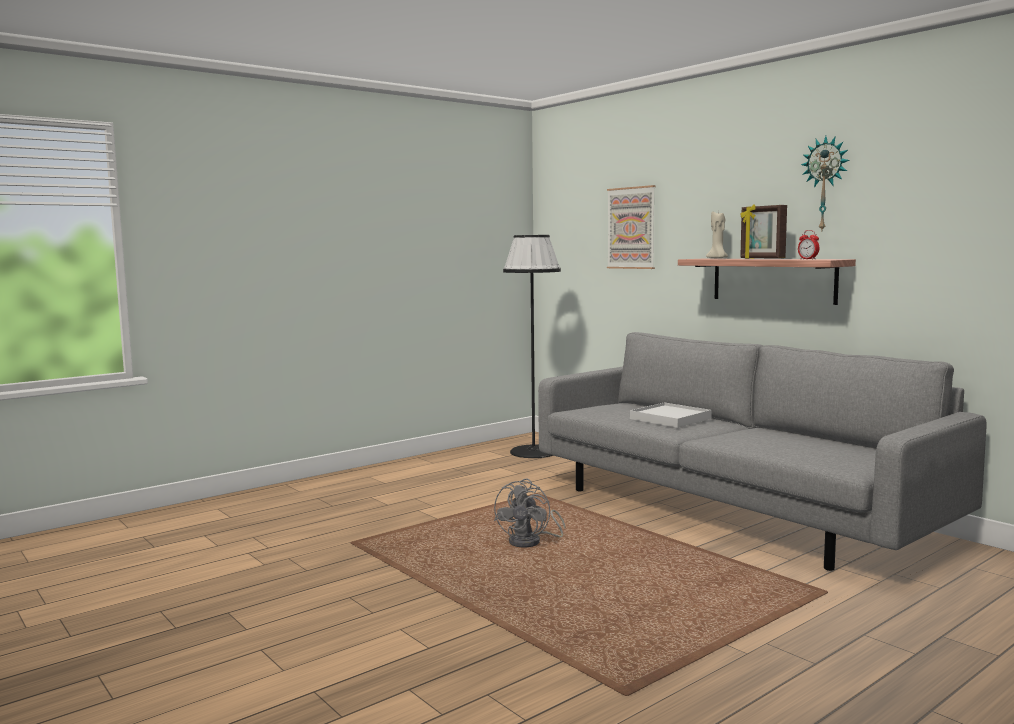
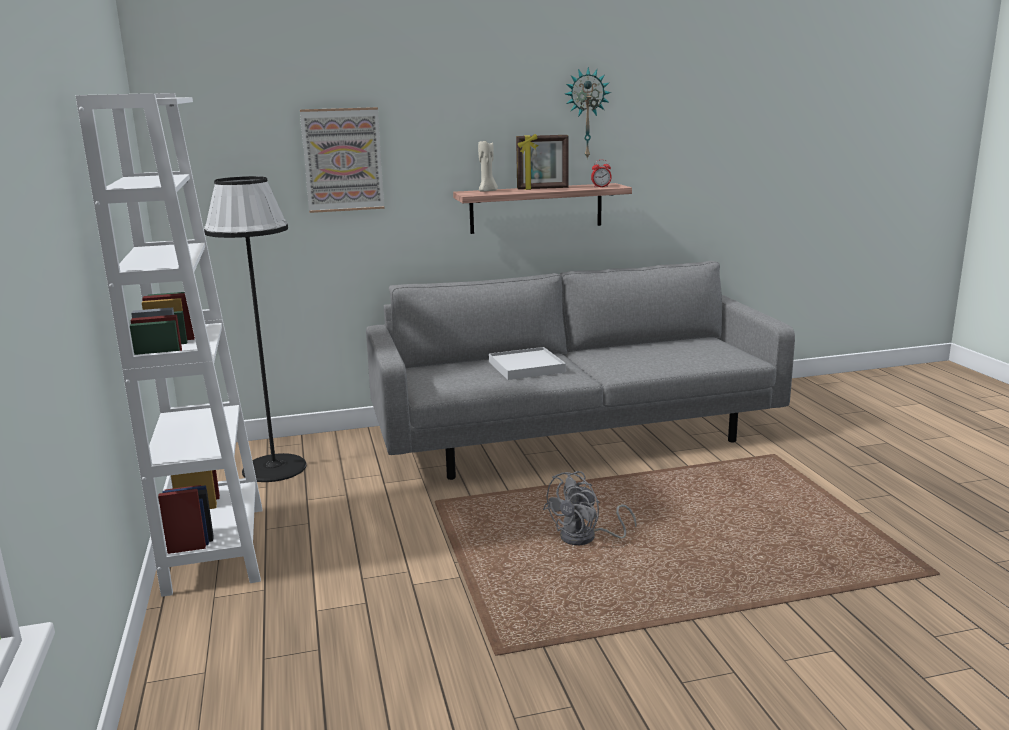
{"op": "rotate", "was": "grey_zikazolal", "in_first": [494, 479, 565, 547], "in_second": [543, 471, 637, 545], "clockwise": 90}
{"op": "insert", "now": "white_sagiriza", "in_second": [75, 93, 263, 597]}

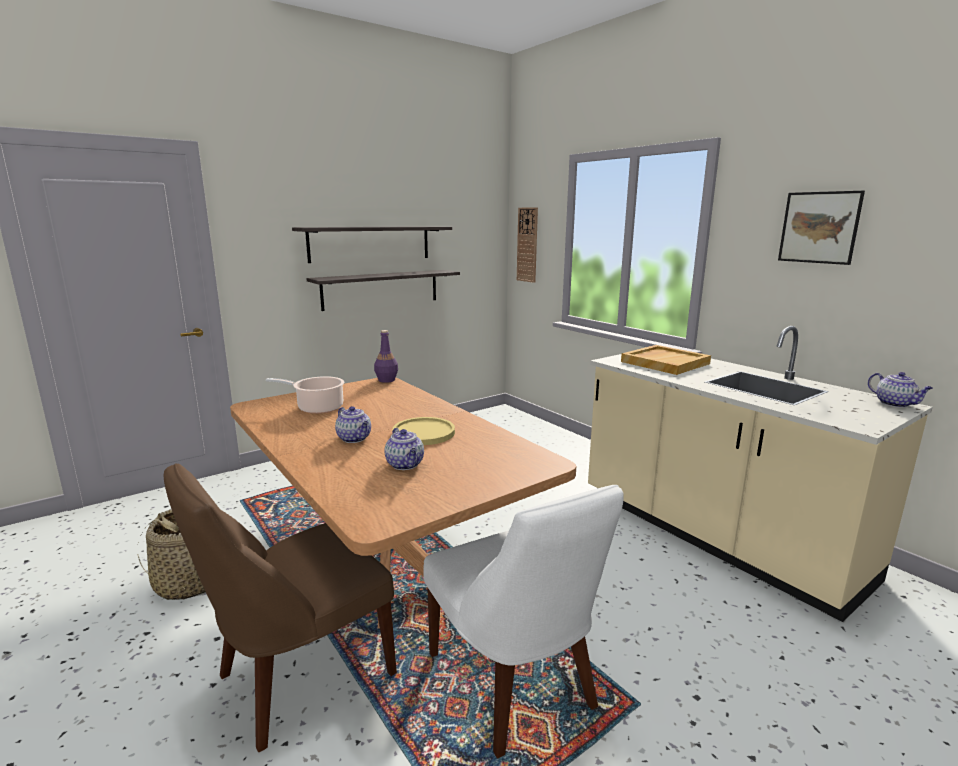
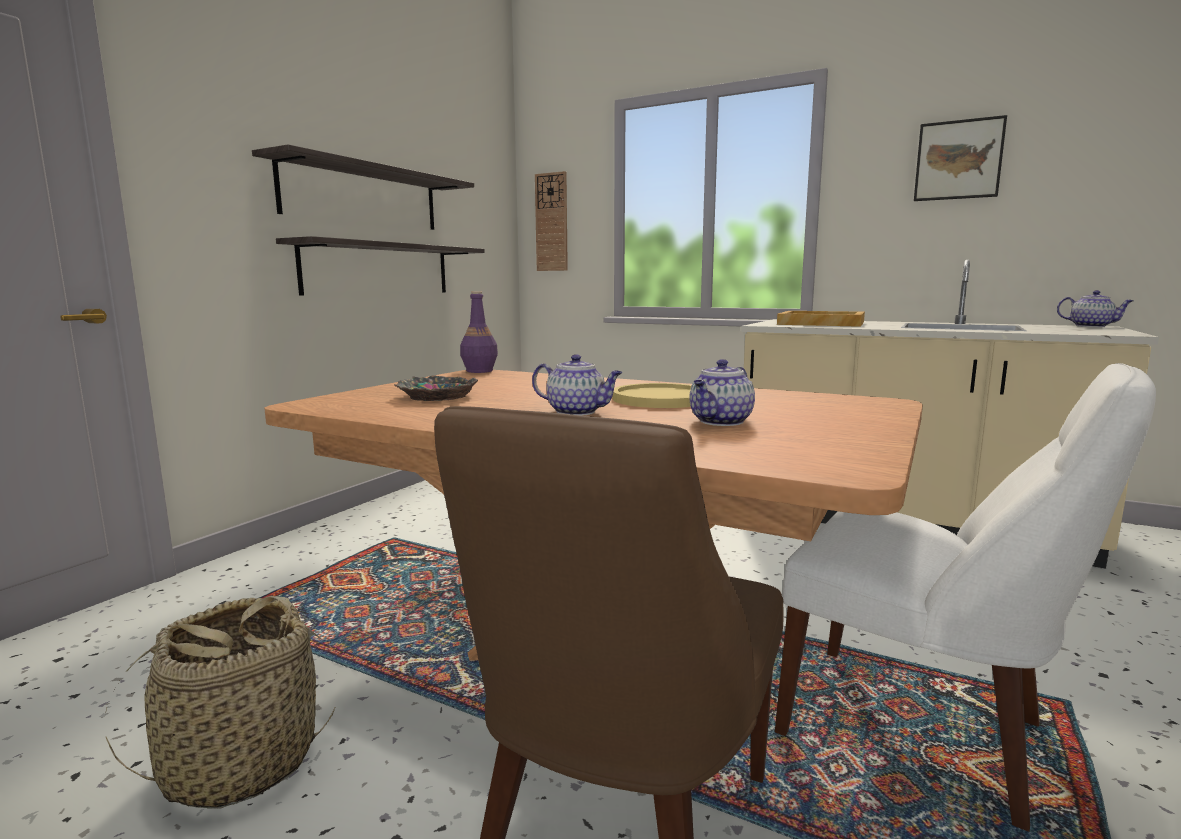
{"op": "replace", "was": "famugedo", "now": "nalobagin", "in_first": [266, 376, 344, 414], "in_second": [394, 375, 478, 401]}
{"op": "rotate", "was": "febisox", "in_first": [384, 428, 424, 470], "in_second": [690, 359, 755, 426], "clockwise": 90}

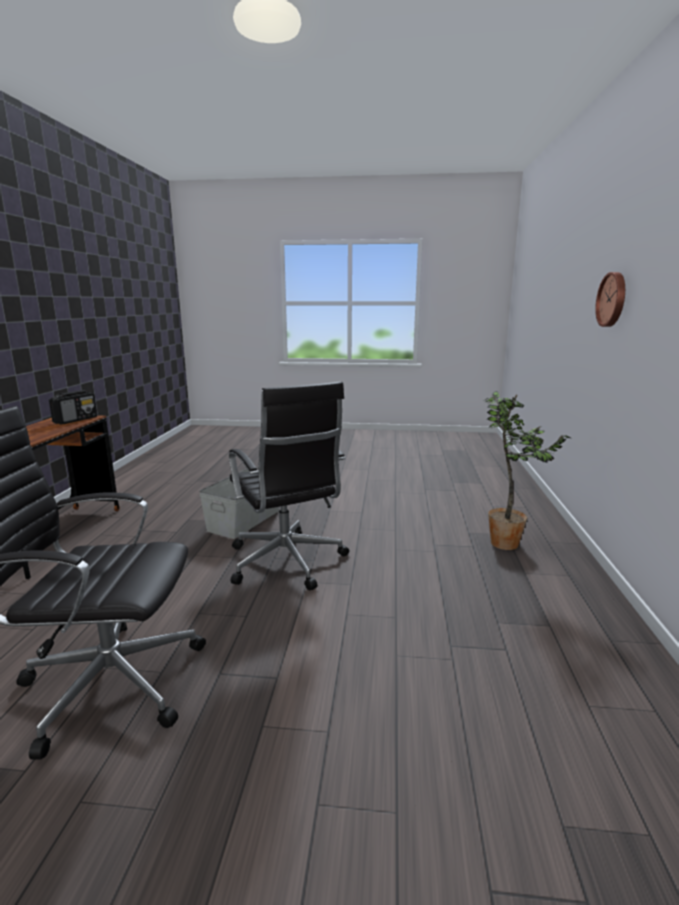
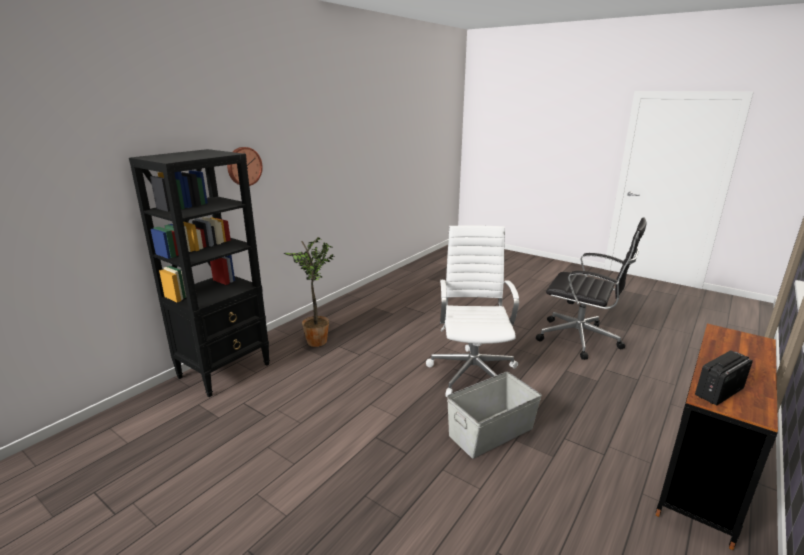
{"op": "recolor", "was": "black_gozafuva", "now": "white_gozafuva", "in_first": [229, 382, 349, 591], "in_second": [426, 225, 519, 397]}
{"op": "insert", "now": "black_sagiriza", "in_second": [129, 149, 270, 397]}

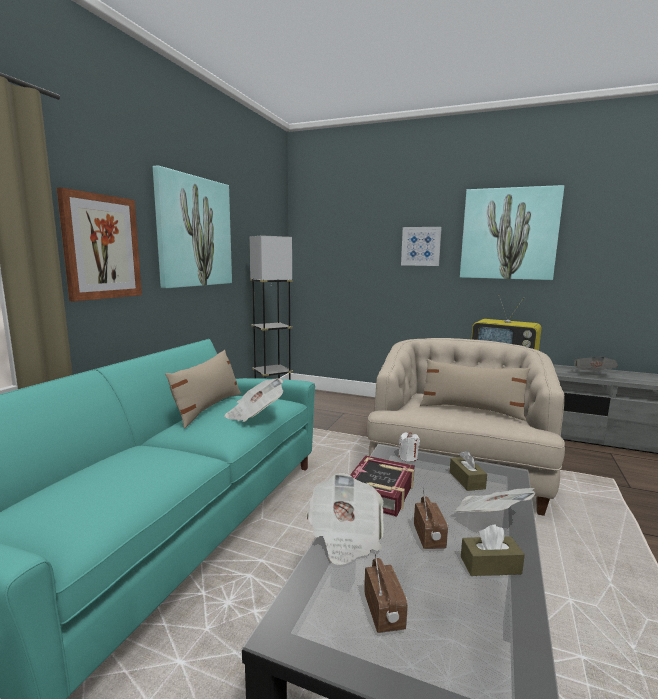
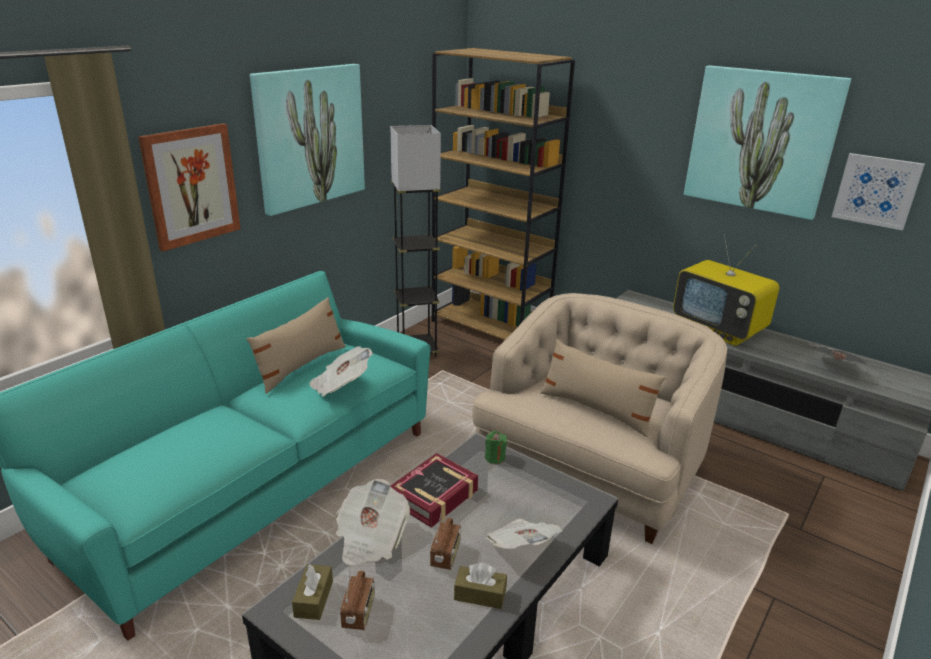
{"op": "recolor", "was": "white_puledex", "now": "green_puledex", "in_first": [399, 432, 420, 462], "in_second": [485, 431, 507, 464]}
{"op": "move", "was": "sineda", "in_first": [401, 227, 442, 266], "in_second": [832, 153, 925, 231]}
{"op": "move", "was": "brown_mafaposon", "in_first": [450, 450, 487, 491], "in_second": [292, 564, 333, 620]}
{"op": "insert", "now": "brown_sagiriza", "in_second": [432, 48, 575, 340]}

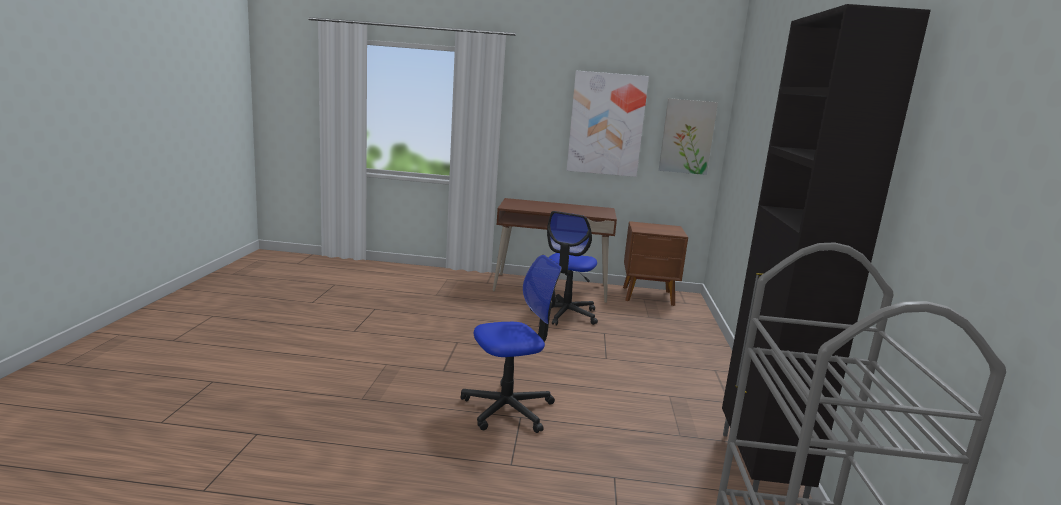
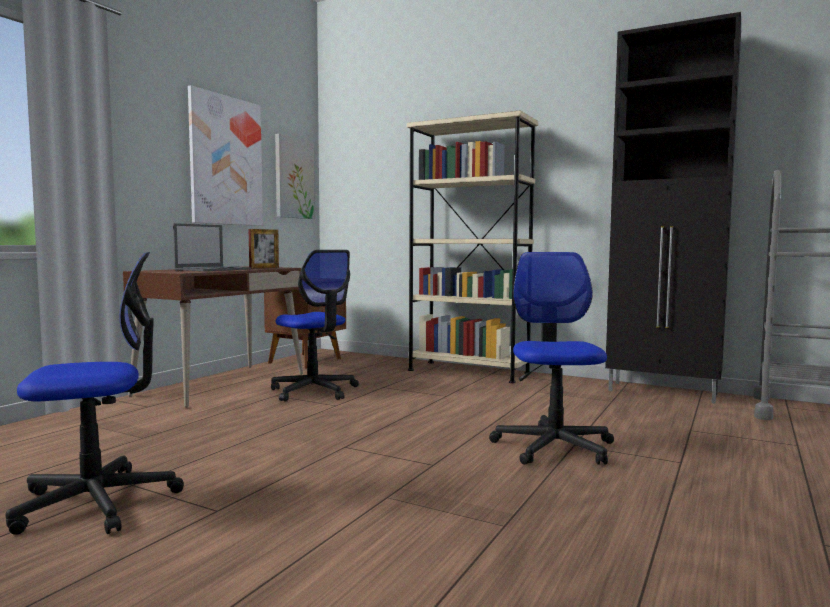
{"op": "insert", "now": "gozafuva", "in_second": [6, 252, 184, 535]}
{"op": "insert", "now": "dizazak", "in_second": [173, 223, 251, 271]}
{"op": "insert", "now": "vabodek", "in_second": [248, 229, 279, 268]}
{"op": "insert", "now": "beige_sagiriza", "in_second": [407, 110, 538, 383]}

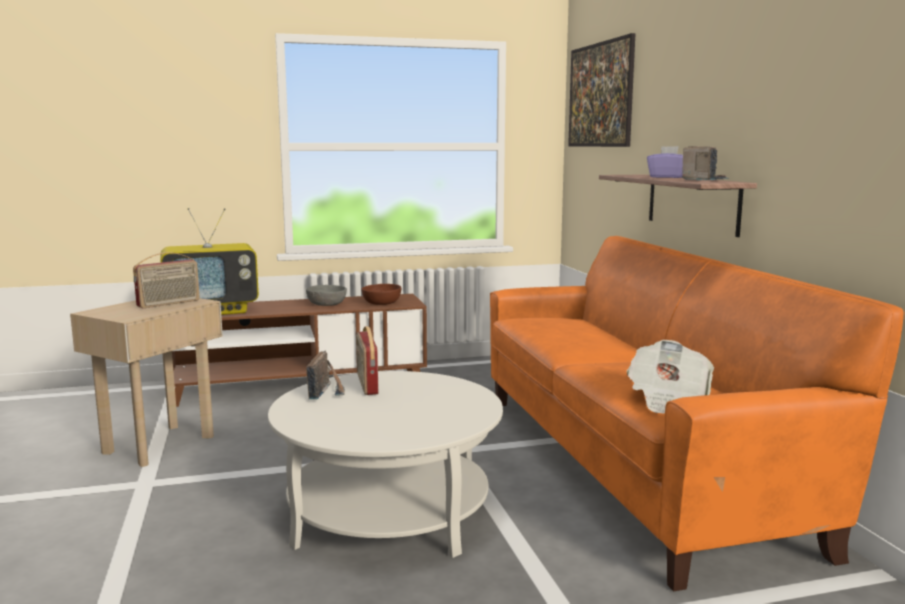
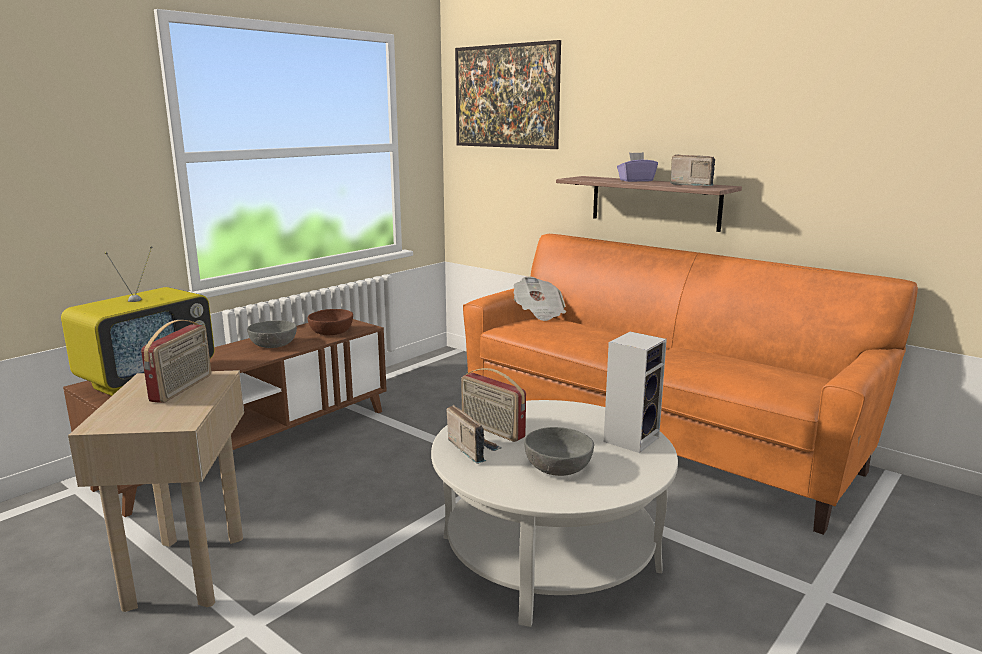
{"op": "move", "was": "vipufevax", "in_first": [627, 340, 714, 413], "in_second": [513, 276, 566, 321]}
{"op": "insert", "now": "grey_nalobagin", "in_second": [524, 427, 594, 476]}
{"op": "insert", "now": "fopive", "in_second": [604, 332, 667, 453]}

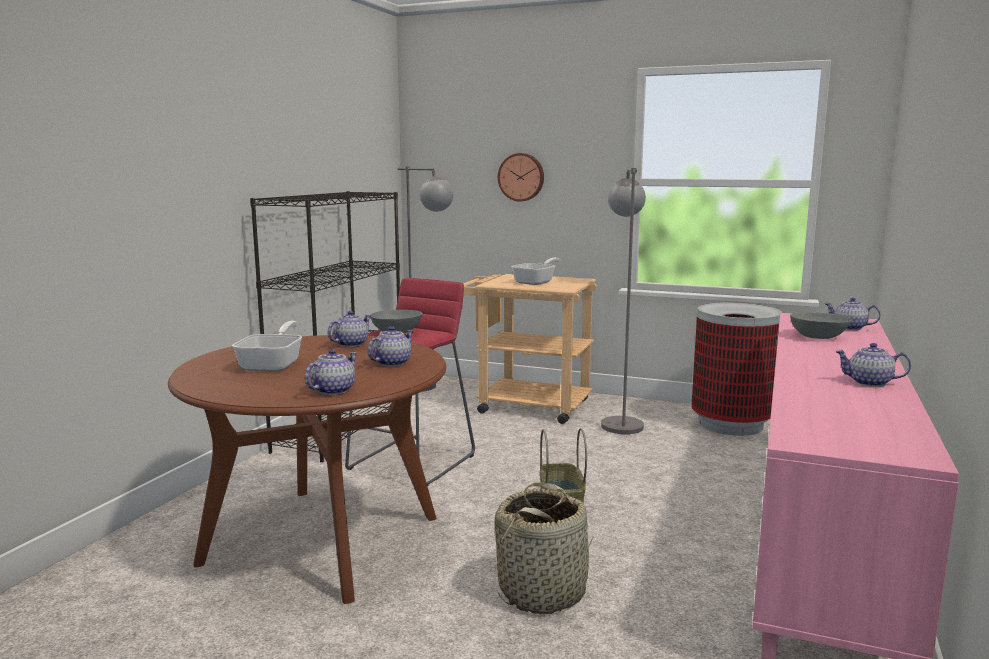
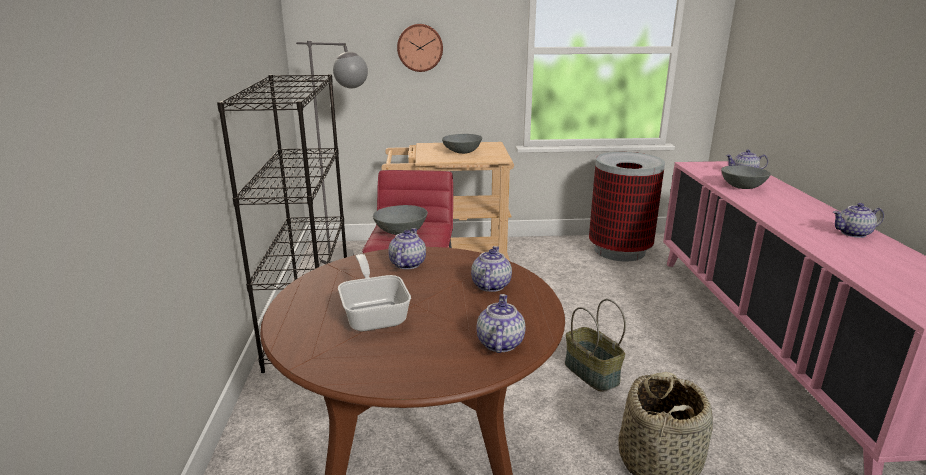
{"op": "replace", "was": "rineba", "now": "grey_nalobagin", "in_first": [511, 258, 561, 285], "in_second": [442, 134, 482, 154]}
{"op": "delete", "was": "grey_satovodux", "in_first": [601, 168, 646, 434]}

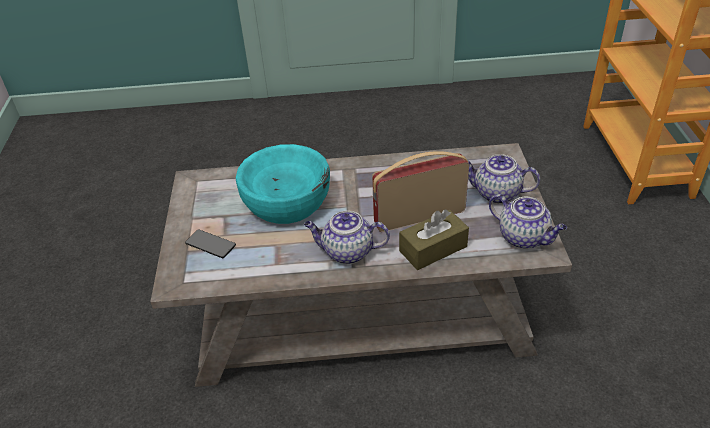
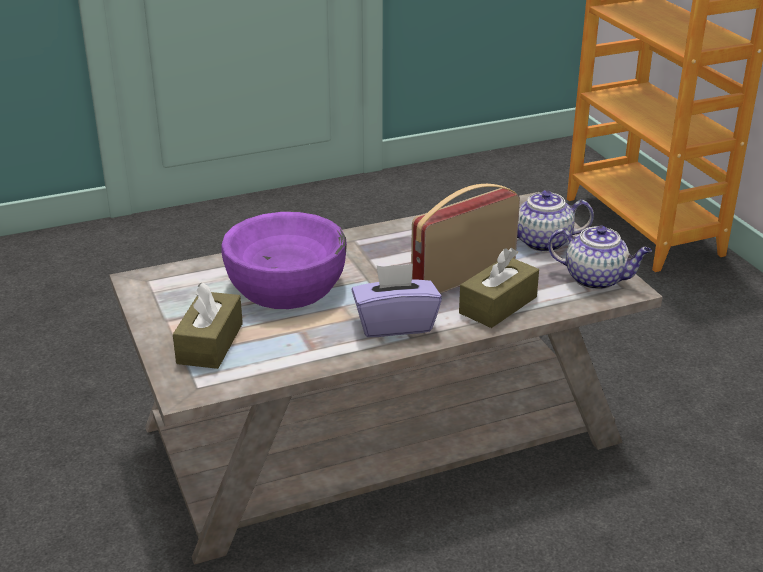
{"op": "replace", "was": "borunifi", "now": "brown_mafaposon", "in_first": [185, 229, 236, 258], "in_second": [173, 282, 243, 369]}
{"op": "recolor", "was": "turquoise_nalobagin", "now": "purple_nalobagin", "in_first": [236, 144, 330, 224], "in_second": [221, 212, 347, 309]}
{"op": "replace", "was": "febisox", "now": "purple_mafaposon", "in_first": [304, 211, 390, 264], "in_second": [352, 264, 442, 337]}

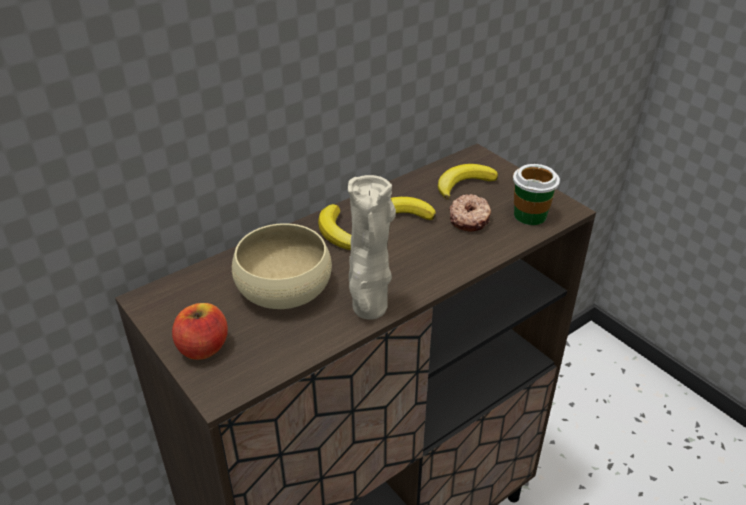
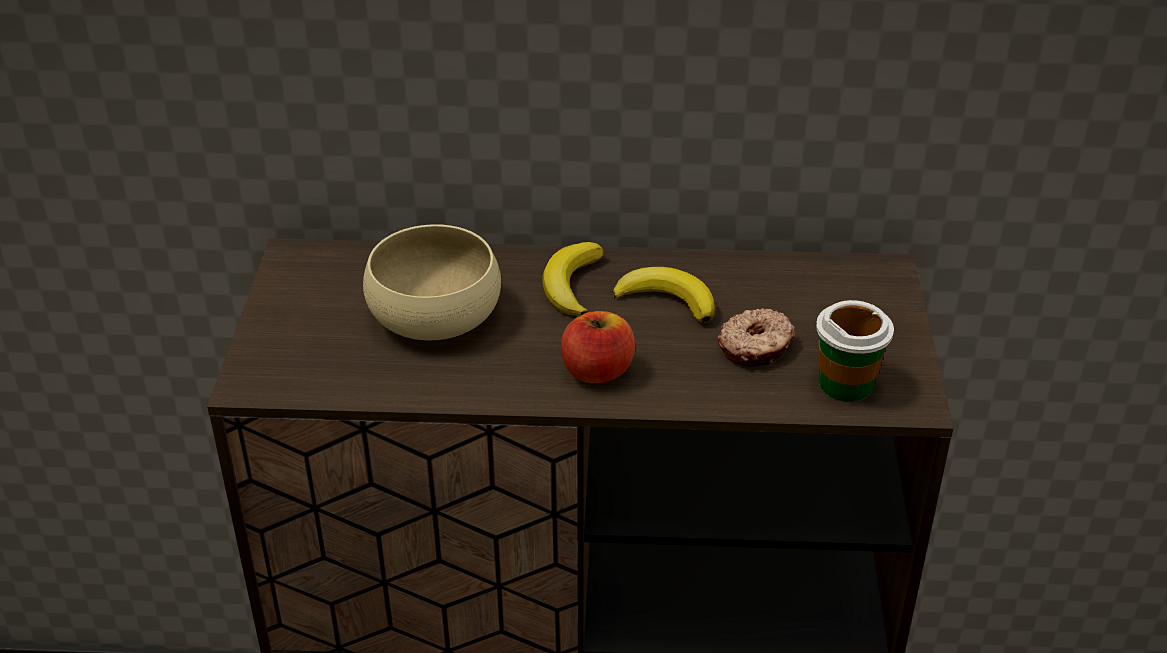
{"op": "move", "was": "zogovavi", "in_first": [172, 303, 228, 360], "in_second": [561, 311, 635, 384]}
{"op": "delete", "was": "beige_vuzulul", "in_first": [348, 175, 396, 320]}
{"op": "delete", "was": "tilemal", "in_first": [438, 164, 498, 200]}

